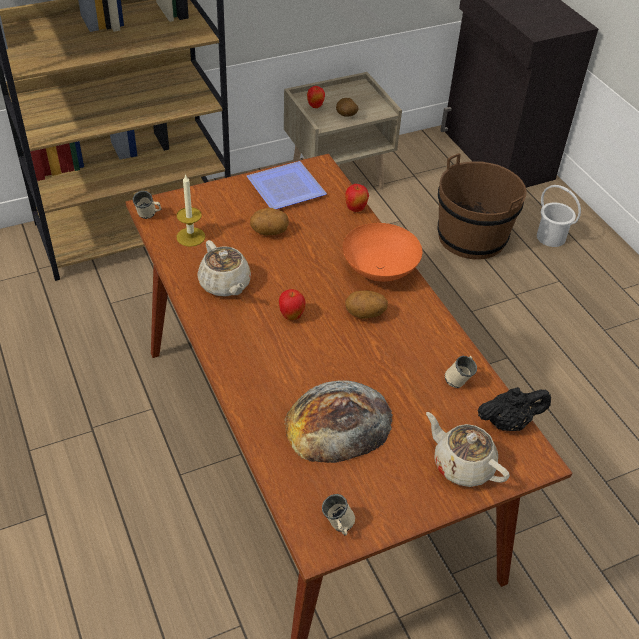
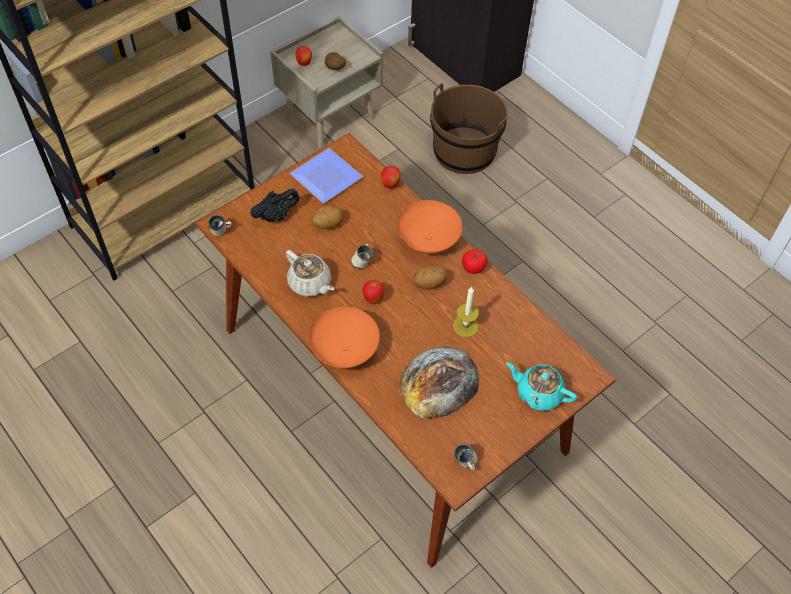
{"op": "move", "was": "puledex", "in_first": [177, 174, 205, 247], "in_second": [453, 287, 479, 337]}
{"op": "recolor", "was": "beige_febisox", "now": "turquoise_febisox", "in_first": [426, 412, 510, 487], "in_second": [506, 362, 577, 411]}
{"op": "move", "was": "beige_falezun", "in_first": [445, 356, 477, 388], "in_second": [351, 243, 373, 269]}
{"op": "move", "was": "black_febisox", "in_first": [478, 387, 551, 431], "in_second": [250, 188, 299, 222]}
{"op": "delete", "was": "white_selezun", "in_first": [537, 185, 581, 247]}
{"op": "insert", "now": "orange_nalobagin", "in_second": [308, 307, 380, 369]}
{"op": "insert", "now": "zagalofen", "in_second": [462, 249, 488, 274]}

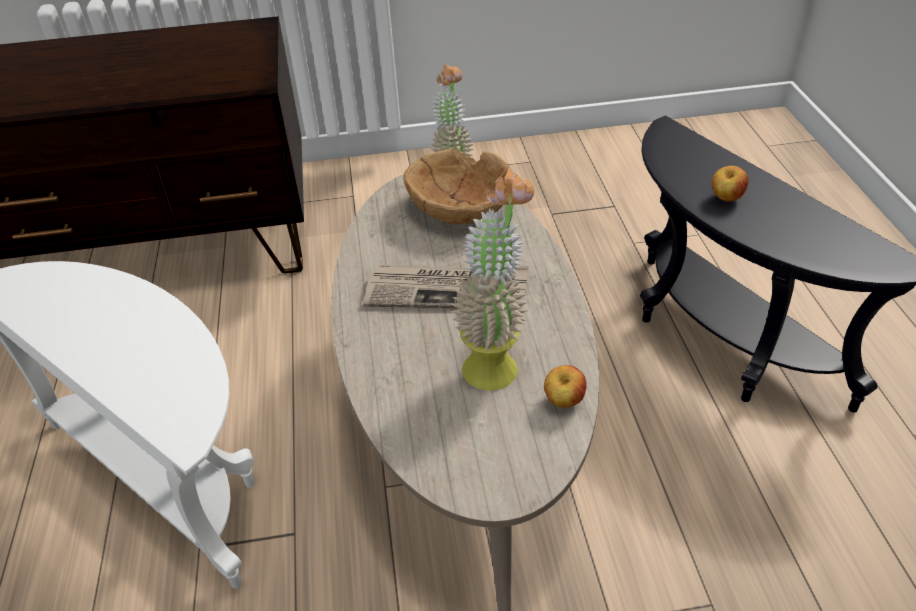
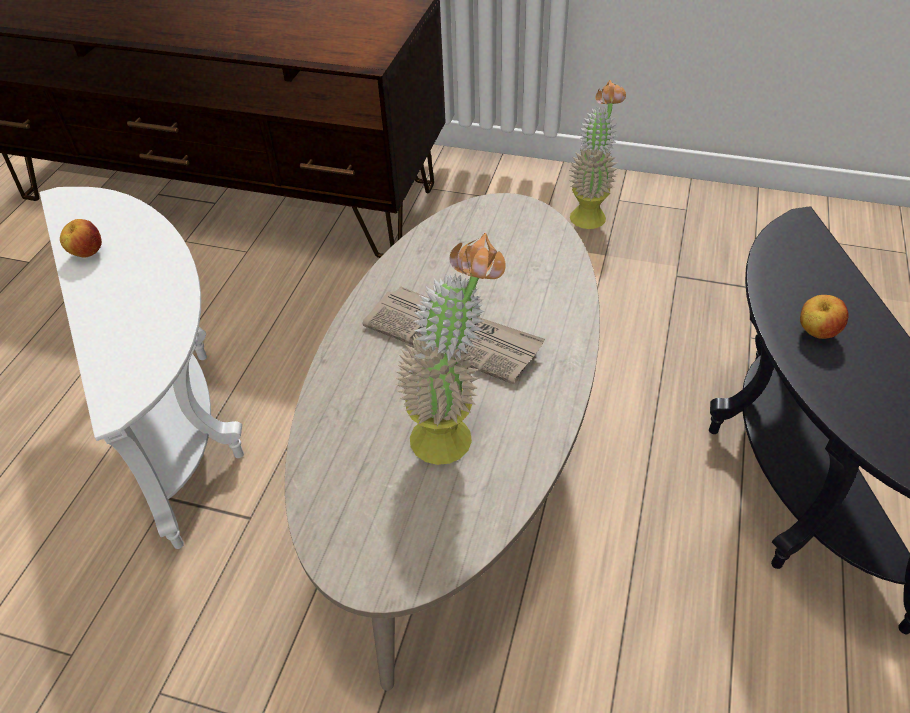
{"op": "delete", "was": "brown_nalobagin", "in_first": [403, 148, 513, 224]}
{"op": "move", "was": "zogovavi", "in_first": [544, 365, 586, 408], "in_second": [60, 219, 102, 258]}

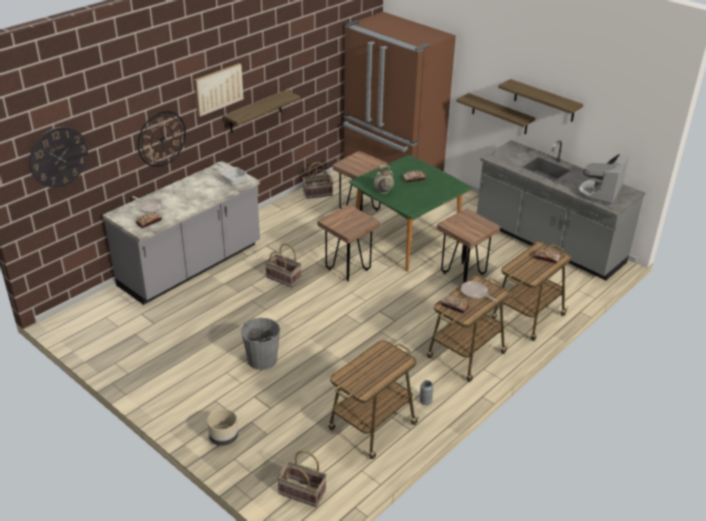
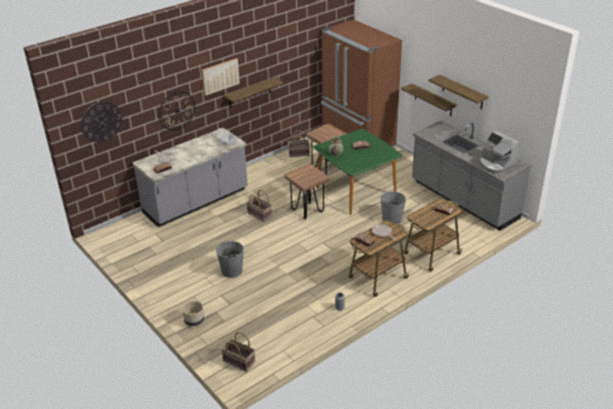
{"op": "delete", "was": "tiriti", "in_first": [328, 340, 420, 459]}
{"op": "replace", "was": "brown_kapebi", "now": "grey_selezun", "in_first": [437, 209, 500, 283], "in_second": [381, 192, 406, 224]}
{"op": "rotate", "was": "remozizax", "in_first": [577, 154, 629, 206], "in_second": [478, 131, 519, 174], "clockwise": -75}

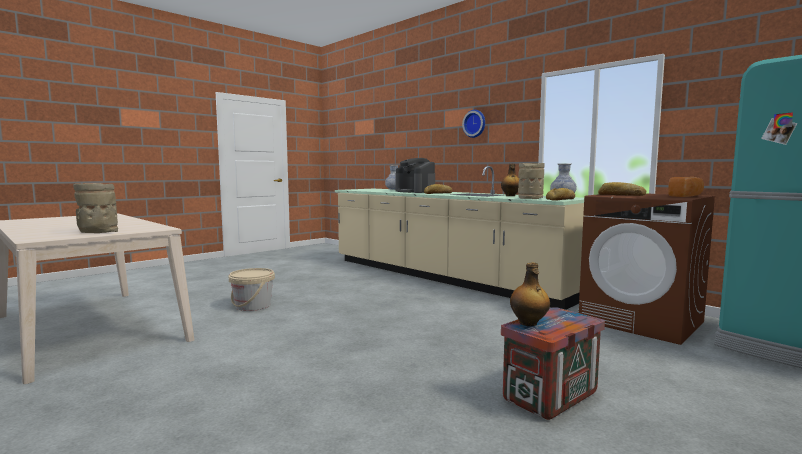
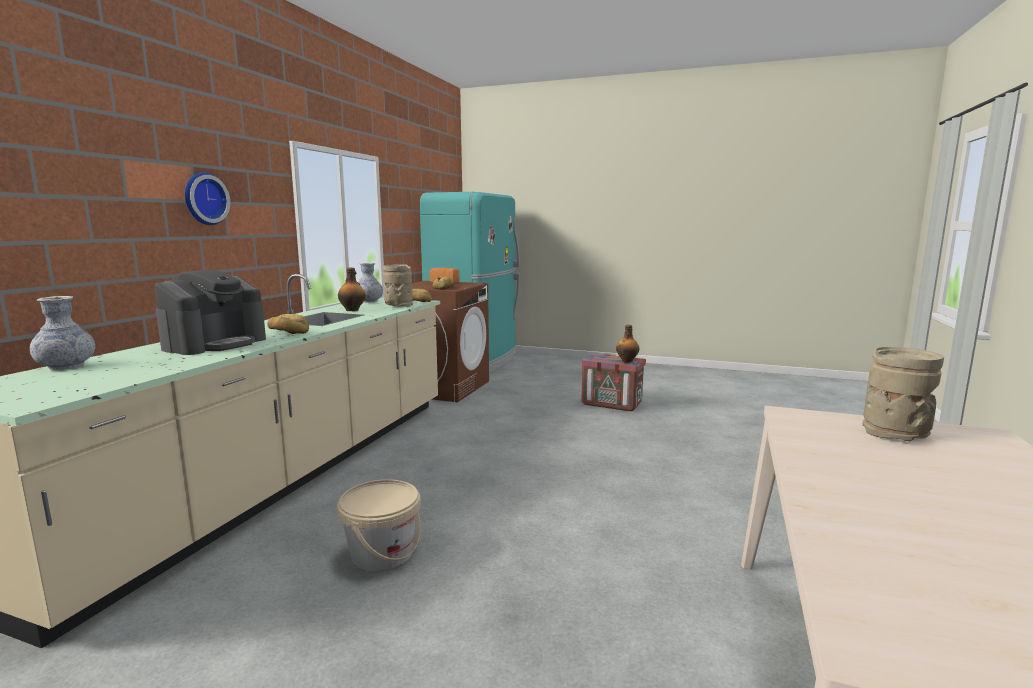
{"op": "move", "was": "beige_selezun", "in_first": [229, 268, 275, 311], "in_second": [337, 479, 421, 571]}

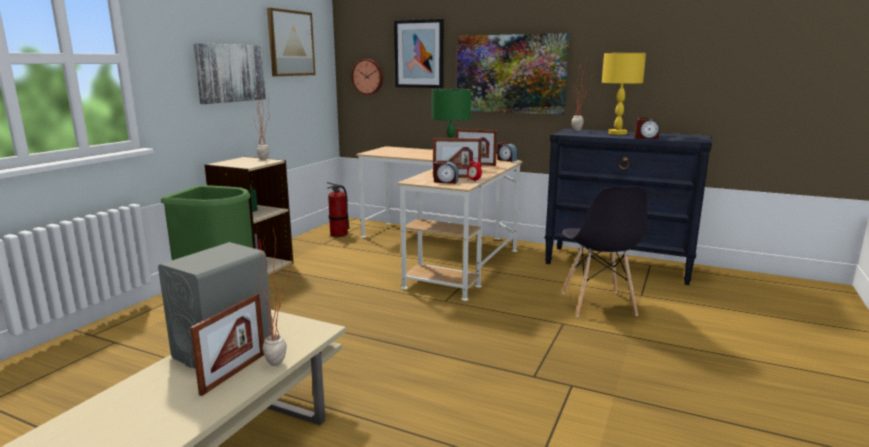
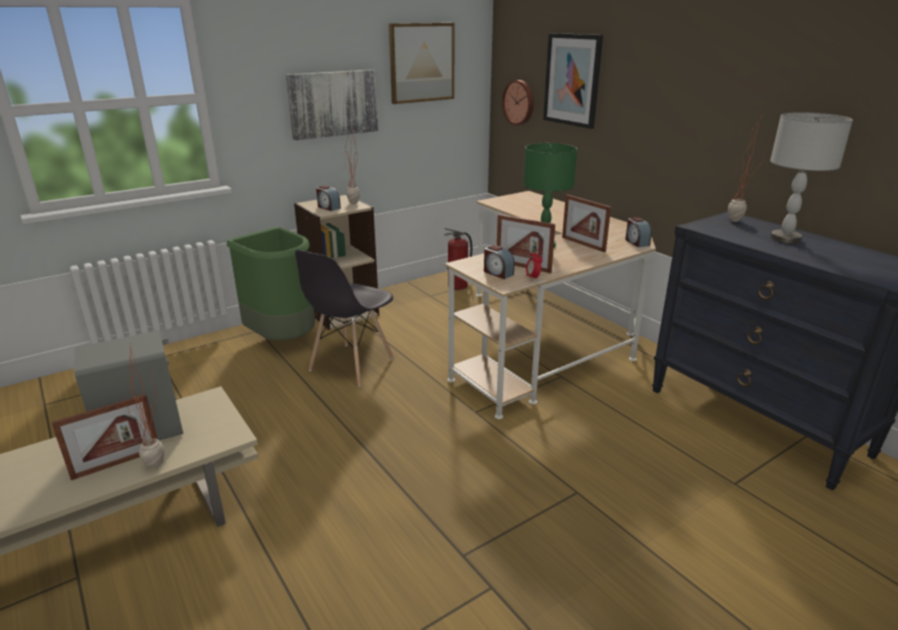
{"op": "delete", "was": "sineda", "in_first": [457, 33, 569, 115]}
{"op": "move", "was": "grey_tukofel", "in_first": [562, 187, 647, 317], "in_second": [295, 250, 394, 387]}
{"op": "recolor", "was": "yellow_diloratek", "now": "grey_diloratek", "in_first": [602, 53, 646, 135], "in_second": [770, 112, 853, 243]}
{"op": "move", "was": "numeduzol", "in_first": [635, 118, 660, 139], "in_second": [316, 185, 341, 211]}

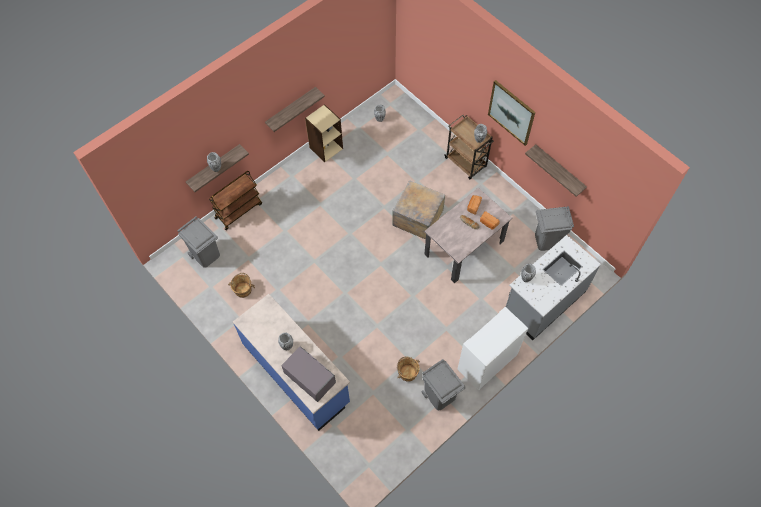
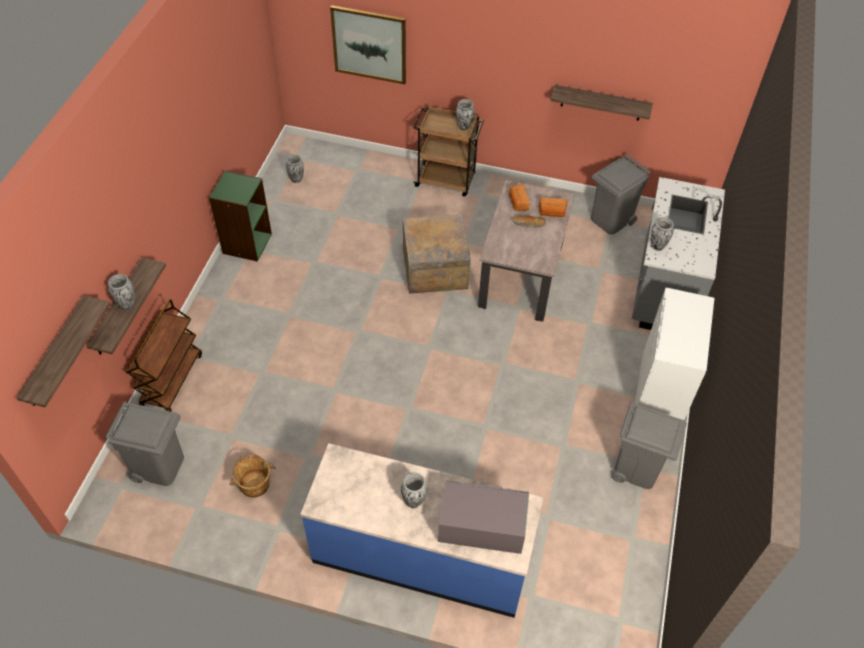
{"op": "move", "was": "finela", "in_first": [265, 87, 325, 132], "in_second": [16, 295, 110, 408]}
{"op": "recolor", "was": "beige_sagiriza", "now": "green_sagiriza", "in_first": [305, 104, 343, 162], "in_second": [209, 171, 272, 262]}
{"op": "delete", "was": "brown_selezun", "in_first": [397, 357, 420, 382]}
{"op": "move", "was": "sineda", "in_first": [488, 80, 535, 146], "in_second": [330, 5, 406, 84]}

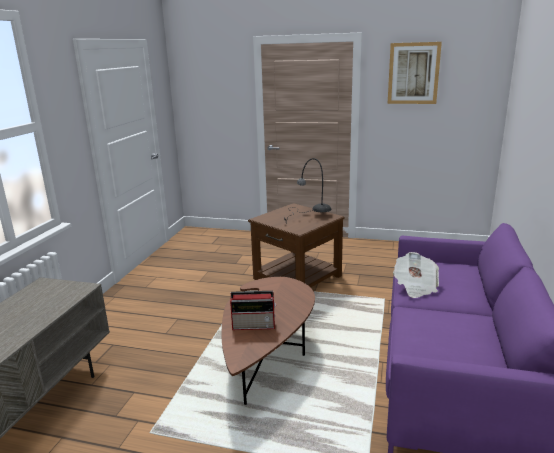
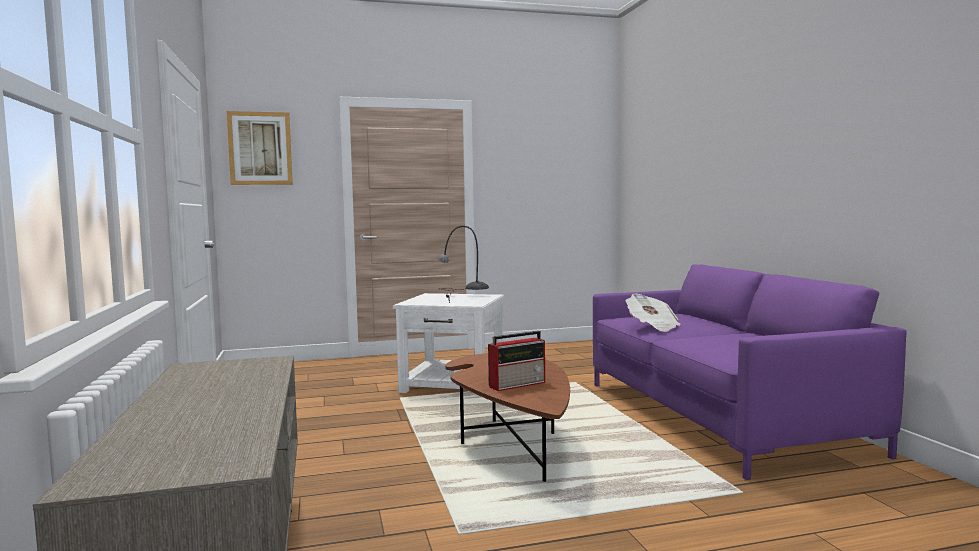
{"op": "recolor", "was": "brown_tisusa", "now": "white_tisusa", "in_first": [248, 203, 345, 287], "in_second": [393, 293, 504, 397]}
{"op": "move", "was": "sineda", "in_first": [388, 42, 442, 104], "in_second": [227, 111, 293, 185]}

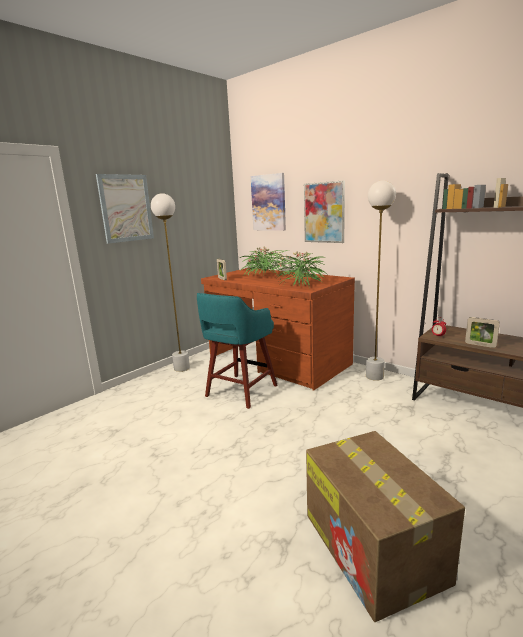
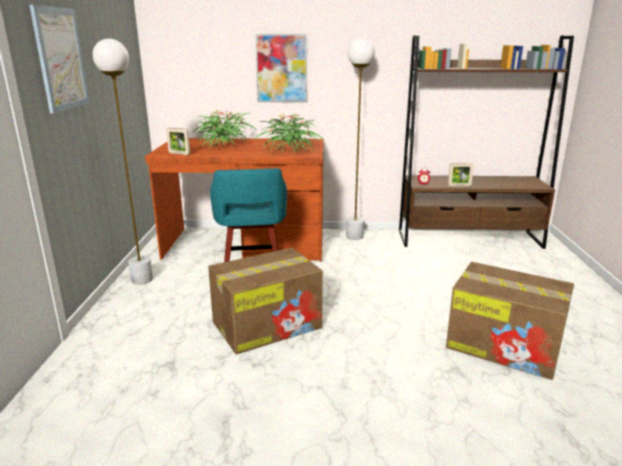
{"op": "delete", "was": "sineda", "in_first": [251, 173, 286, 231]}
{"op": "insert", "now": "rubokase", "in_second": [208, 248, 323, 354]}

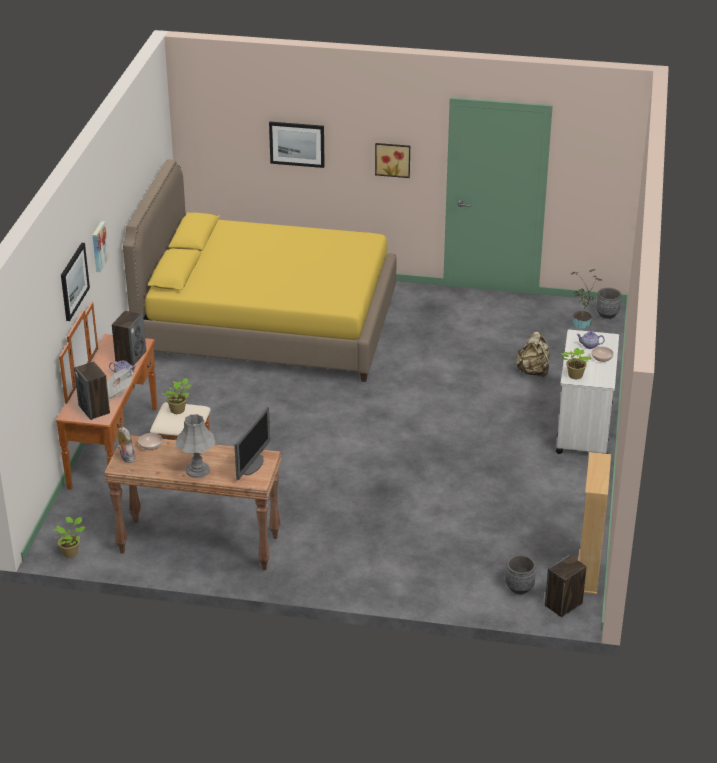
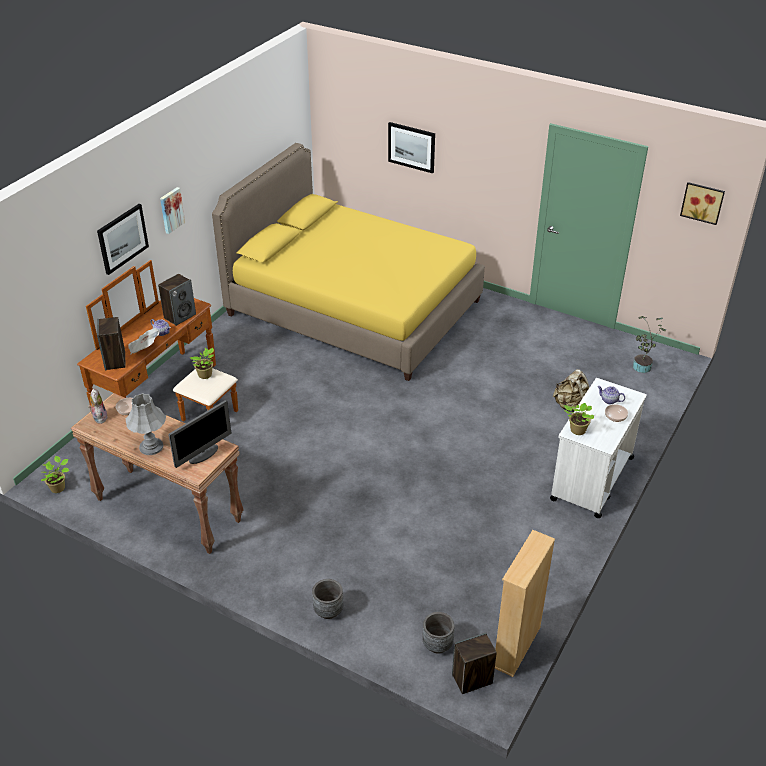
{"op": "move", "was": "sineda", "in_first": [375, 143, 410, 178], "in_second": [680, 182, 725, 225]}
{"op": "move", "was": "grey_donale", "in_first": [596, 288, 621, 319], "in_second": [312, 579, 343, 619]}

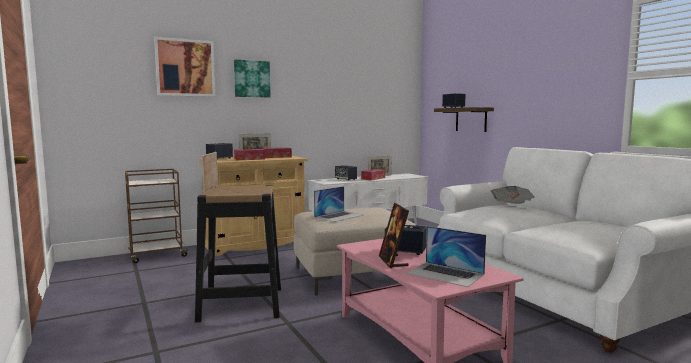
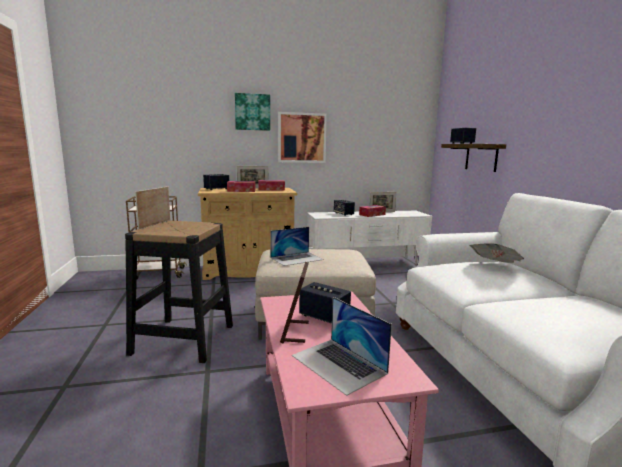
{"op": "move", "was": "sineda", "in_first": [154, 37, 215, 97], "in_second": [278, 112, 327, 163]}

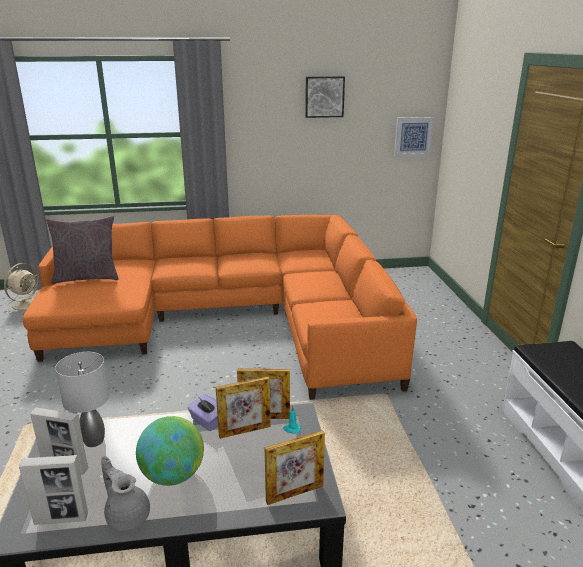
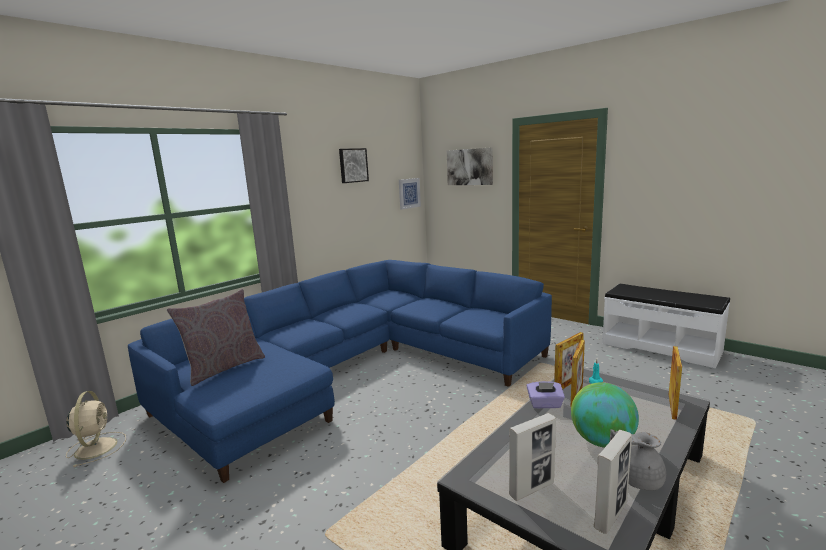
{"op": "recolor", "was": "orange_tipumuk", "now": "blue_tipumuk", "in_first": [23, 215, 417, 400], "in_second": [128, 260, 552, 483]}
{"op": "delete", "was": "grey_diloratek", "in_first": [55, 352, 110, 447]}
{"op": "insert", "now": "sineda", "in_second": [447, 147, 493, 185]}

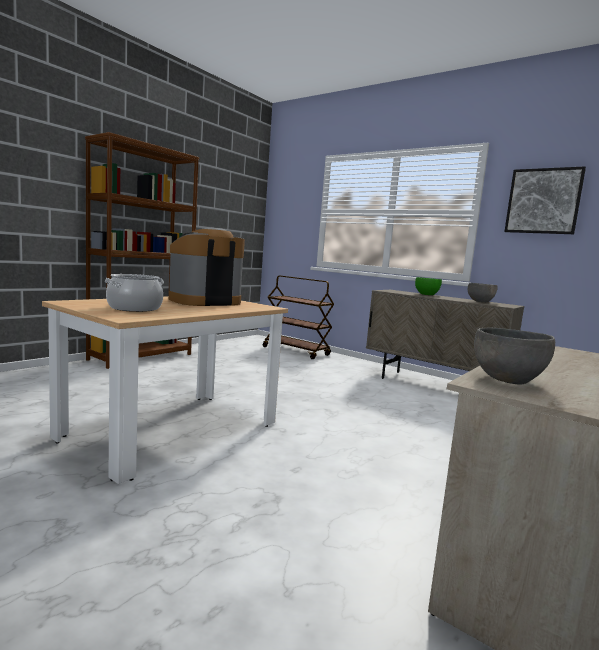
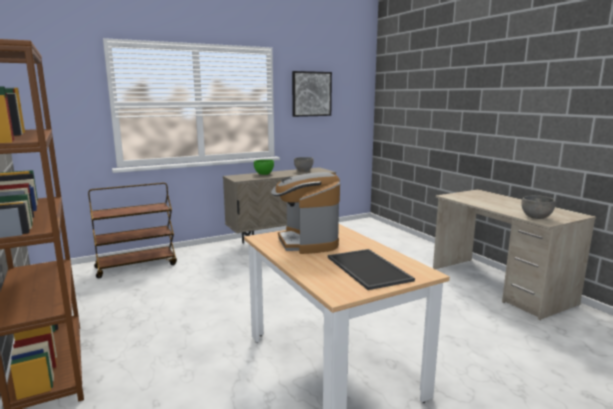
{"op": "replace", "was": "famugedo", "now": "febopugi", "in_first": [104, 274, 164, 312], "in_second": [328, 249, 415, 290]}

